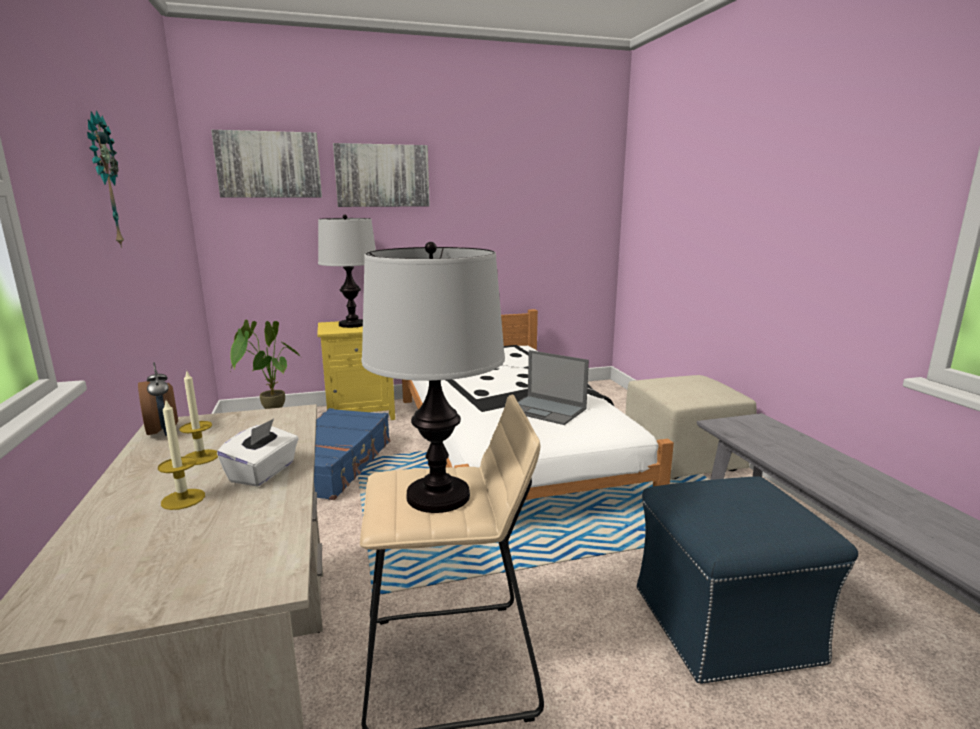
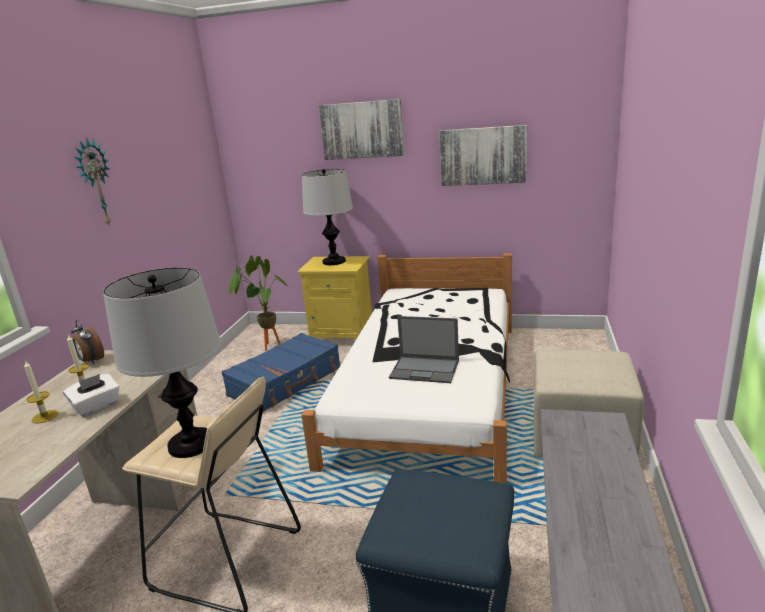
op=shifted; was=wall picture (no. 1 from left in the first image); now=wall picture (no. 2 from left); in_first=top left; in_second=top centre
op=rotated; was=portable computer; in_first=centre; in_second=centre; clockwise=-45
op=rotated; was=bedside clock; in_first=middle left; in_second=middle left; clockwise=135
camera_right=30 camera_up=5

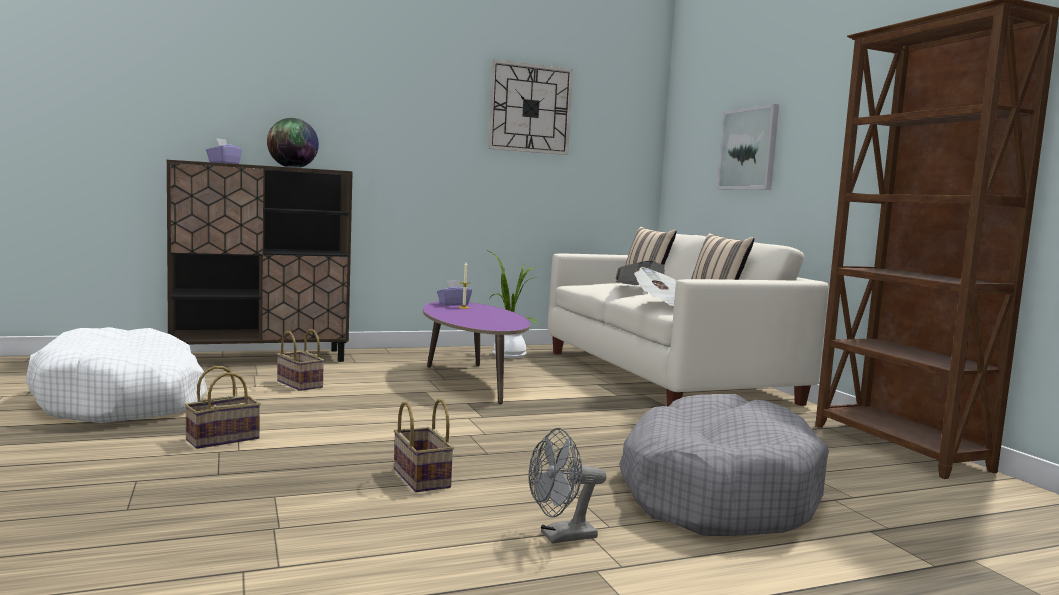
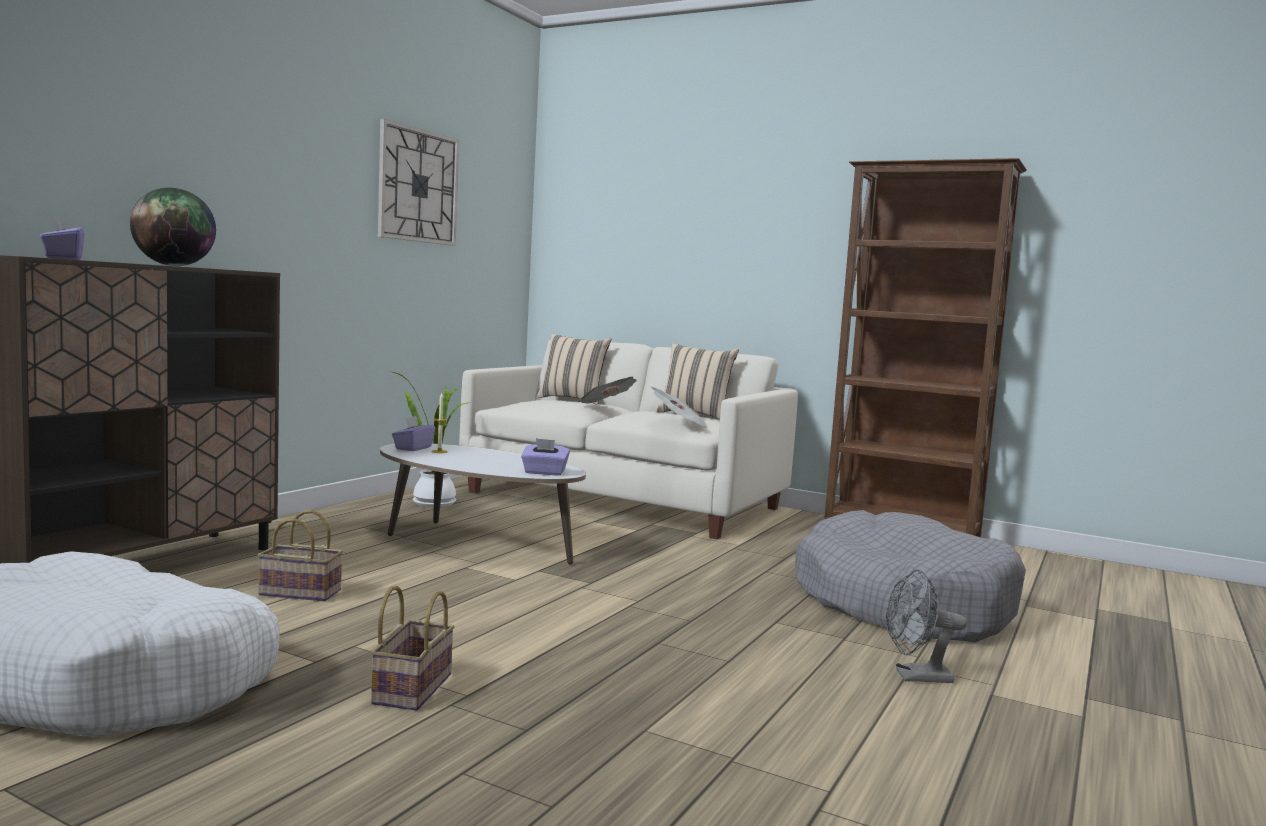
op=gone; was=wall picture; in_first=top right
op=repainted; was=lounge table (purple); now=lounge table (white); in_first=centre; in_second=centre
op=gone; was=household basket (no. 3 from left); in_first=bottom centre
op=rotated; was=fan (gray); in_first=bottom centre; in_second=bottom right; clockwise=60
op=new; now=tissue box (purple) (no. 3 from left); in_second=centre
camera_right=-40 camera_up=0

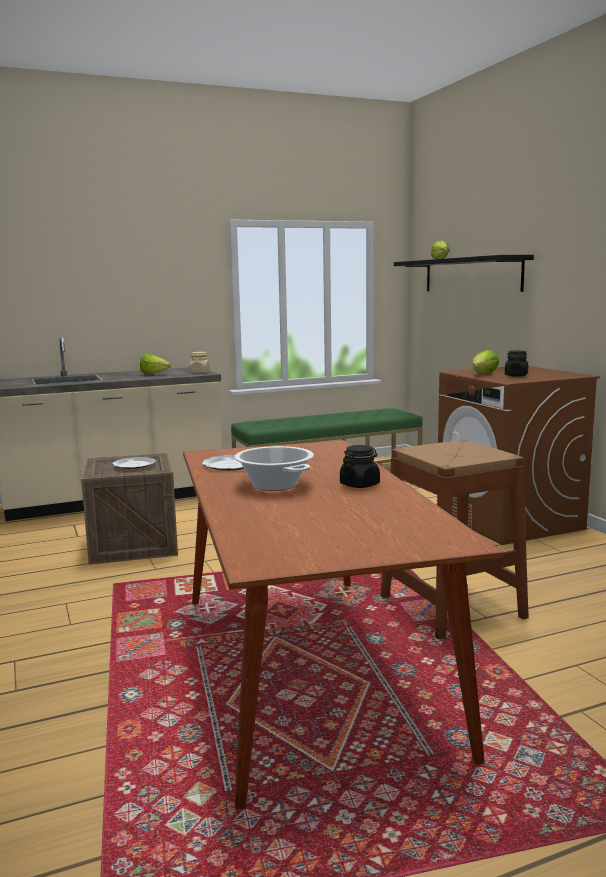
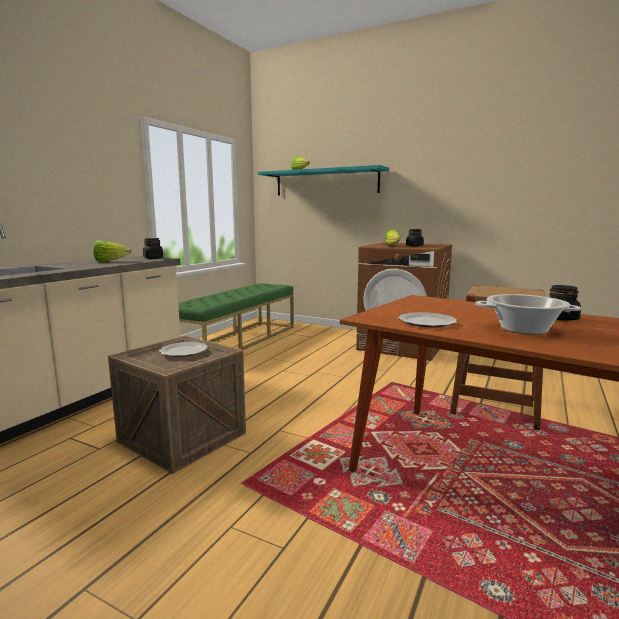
op=repainted; was=bracket shelf (black); now=bracket shelf (blue-green); in_first=top right; in_second=top centre
op=repainted; was=storage jar (sand-coloured); now=storage jar (black) (no. 1 from left); in_first=middle left; in_second=middle left
camera_right=-40 camera_up=0

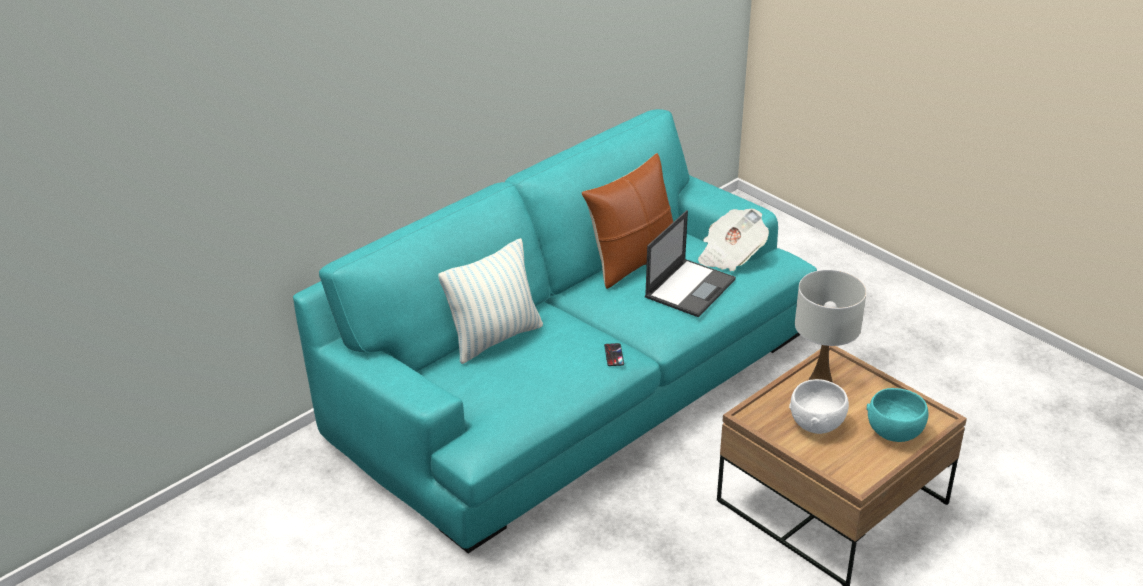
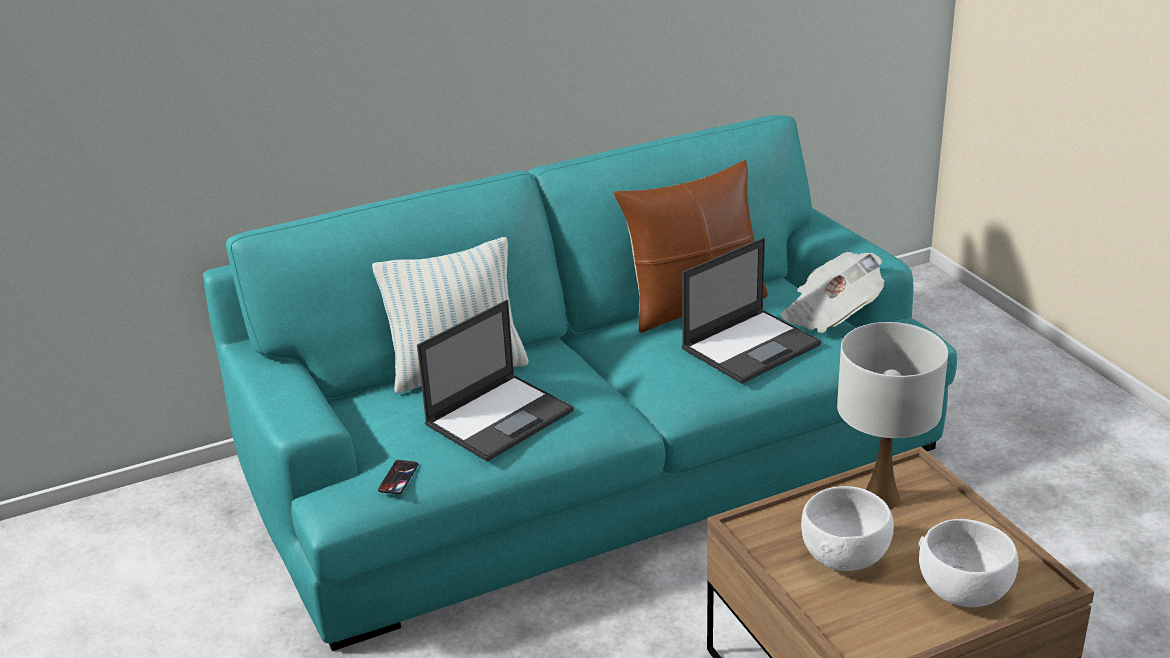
op=shifted; was=telephone; in_first=centre; in_second=bottom centre
op=repainted; was=serving bowl (blue-green); now=serving bowl (white) (no. 2 from left); in_first=bottom right; in_second=bottom right
op=new; now=portable computer (no. 1 from left); in_second=centre
camera_right=20 camera_up=-5

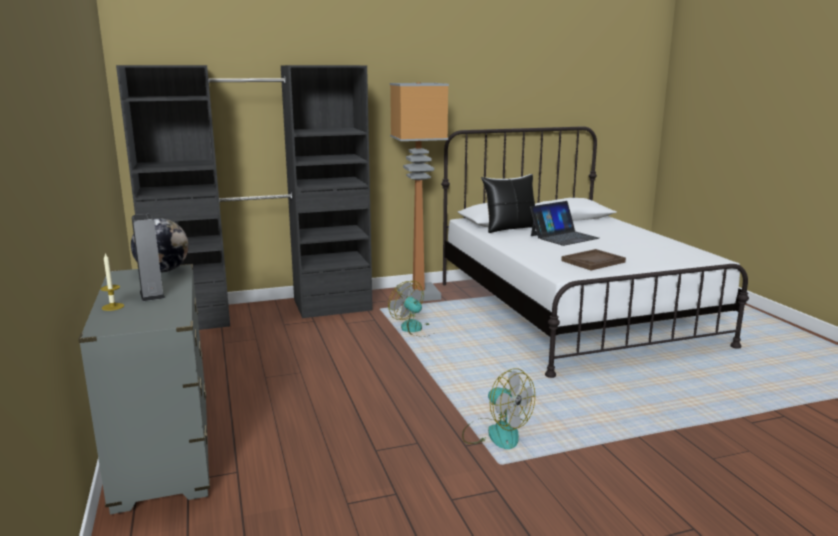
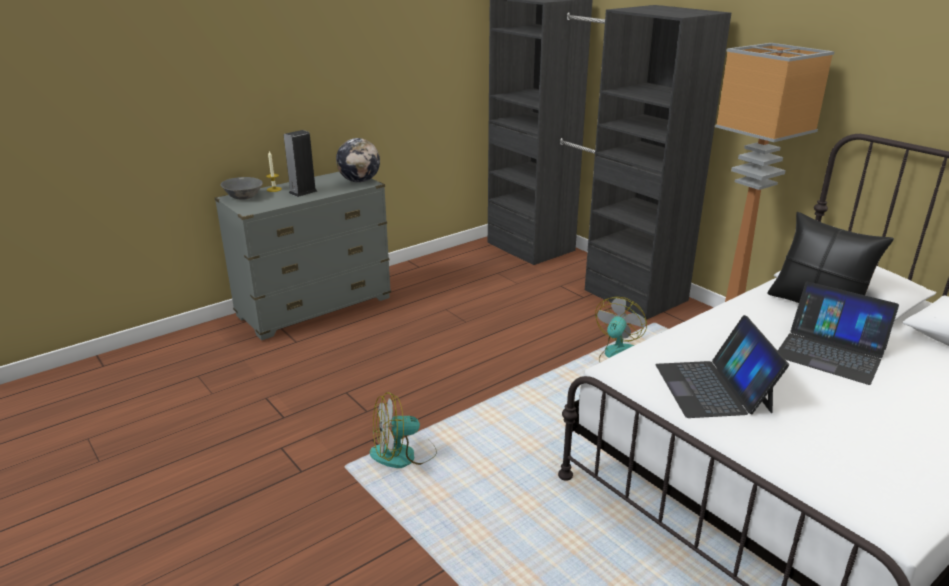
op=swapped; was=tray (brownish); now=portable computer (no. 1 from left); in_first=middle right; in_second=middle right
op=rotated; was=fan (no. 2 from left in the first image); in_first=bottom centre; in_second=bottom centre; clockwise=45
op=new; now=serving bowl (gray); in_second=top left
camera_right=70 camera_up=10

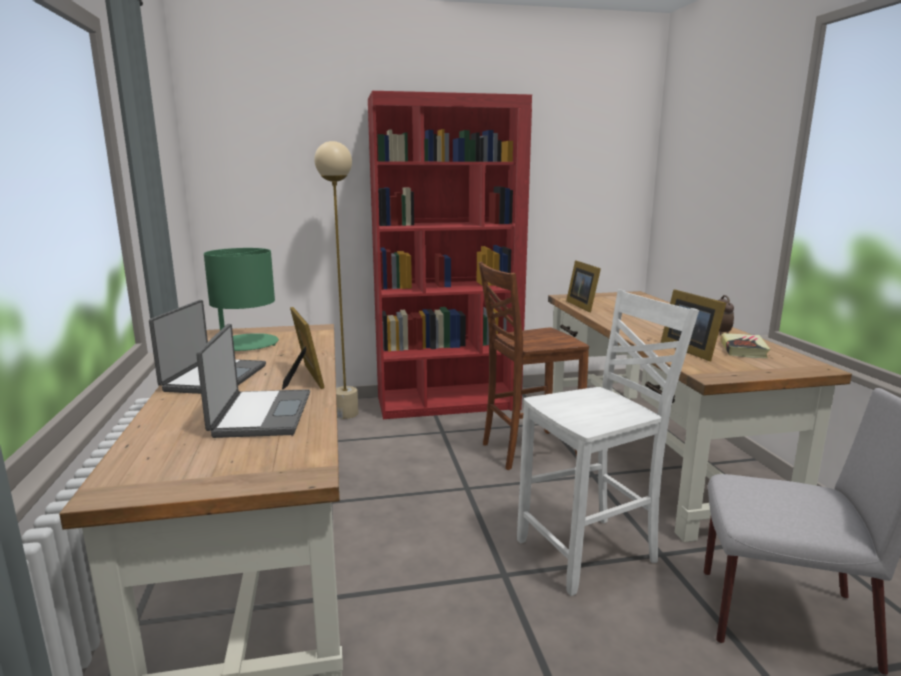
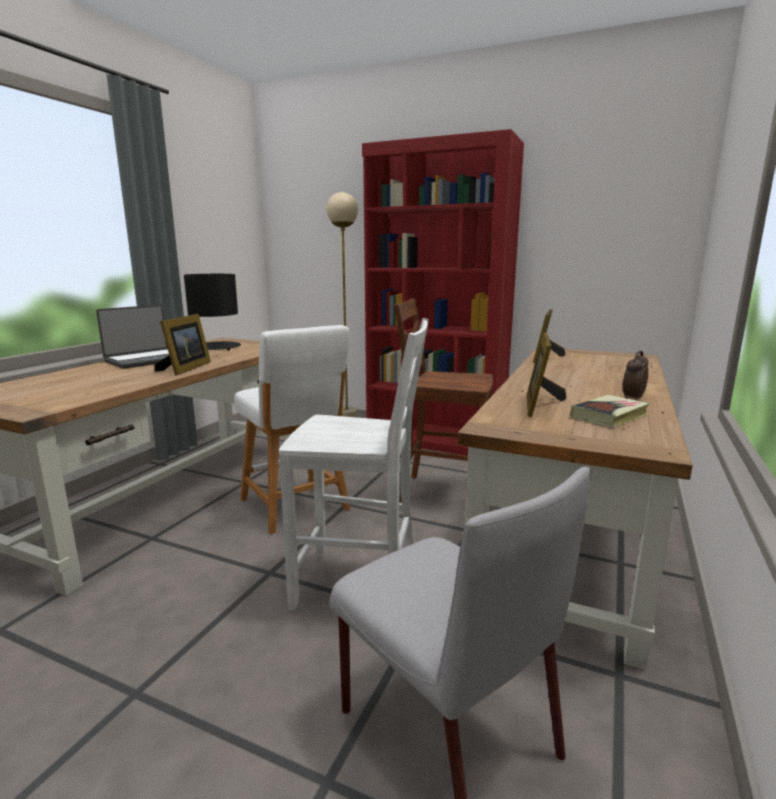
op=repainted; was=table lamp (green); now=table lamp (black); in_first=middle left; in_second=middle left
op=gone; was=portable computer (no. 2 from left); in_first=middle left
op=new; now=stool (white); in_second=centre
camera_right=35 camera_up=0

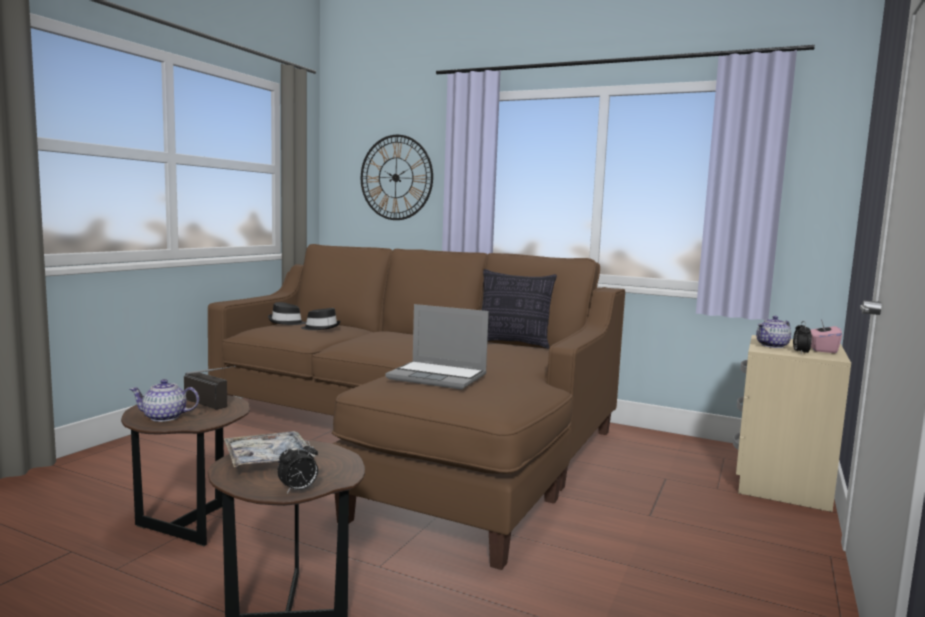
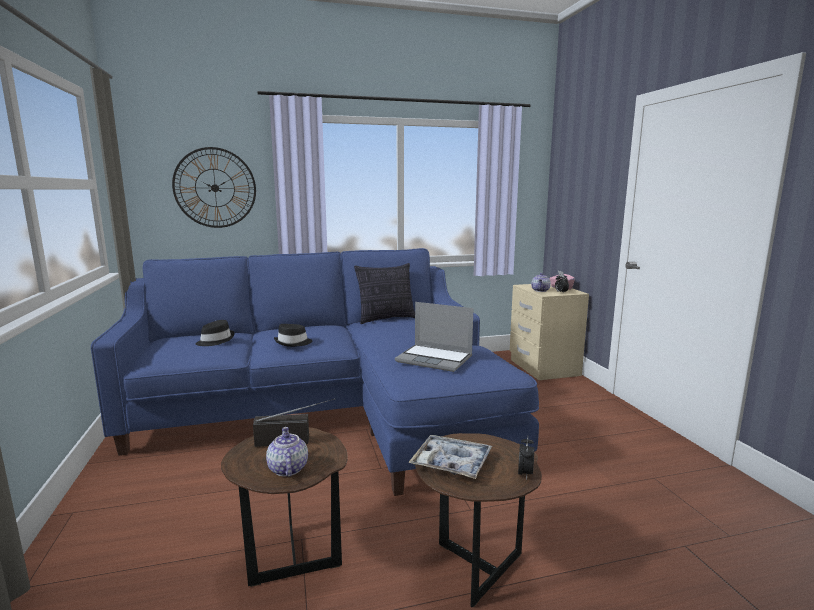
op=repainted; was=settee (brownish); now=settee (blue-coloured); in_first=centre; in_second=centre
op=shifted; was=hat (black) (no. 1 from left in the first image); now=hat (black) (no. 2 from left); in_first=middle left; in_second=centre
op=rotated; was=portable computer; in_first=centre; in_second=centre; clockwise=45
op=rotated; was=tea pot (no. 1 from left); in_first=middle left; in_second=bottom centre; clockwise=120
camera_right=-40 camera_up=5

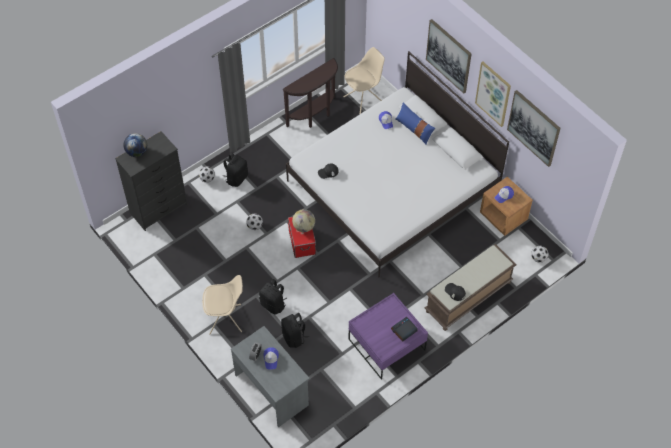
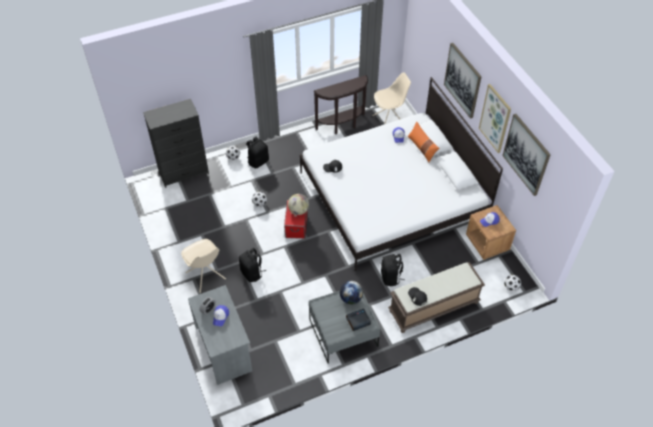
op=repainted; was=pillow (blue-coloured); now=pillow (orangey); in_first=top centre; in_second=top centre
op=shifted; was=world globe (no. 1 from left in the first image); now=world globe (no. 2 from left); in_first=top left; in_second=bottom centre
op=rotated; was=chair (sand-coloured) (no. 1 from left); in_first=bottom left; in_second=middle left; clockwise=45
op=repainted; was=lounge table (purple); now=lounge table (gray); in_first=bottom centre; in_second=bottom centre
op=shifted; was=knapsack (black) (no. 3 from left); in_first=bottom centre; in_second=centre
camera_right=15 camera_up=-5

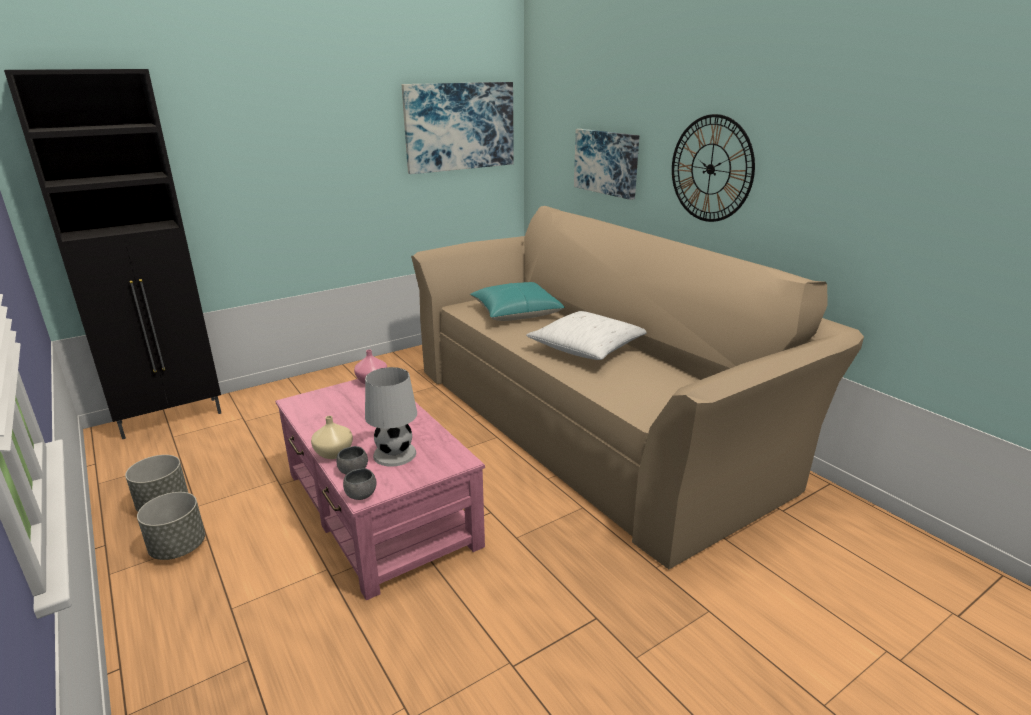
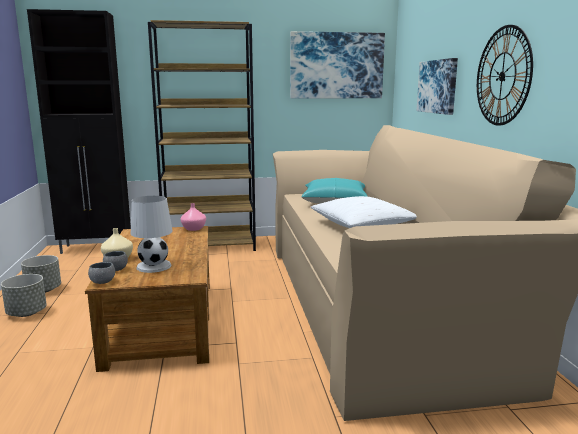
op=repainted; was=lounge table (pinkish); now=lounge table (brownish); in_first=bottom centre; in_second=bottom left
op=new; now=bookcase (brownish); in_second=top centre
camera_right=25 camera_up=-10

